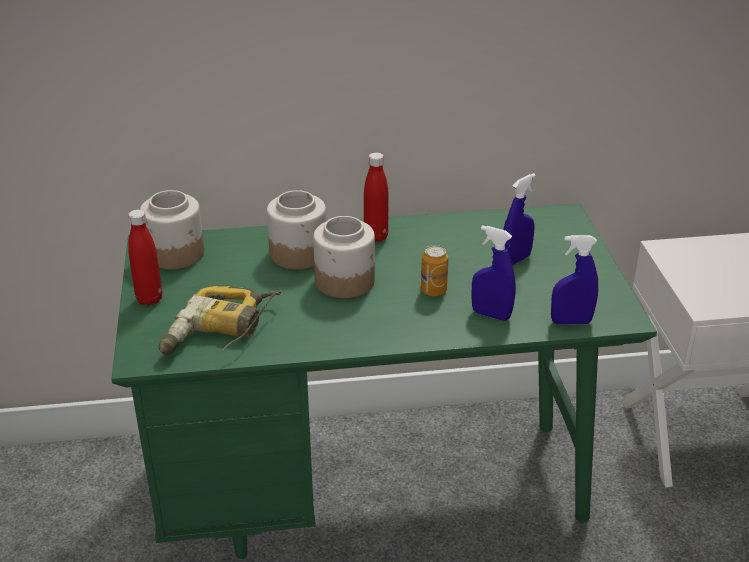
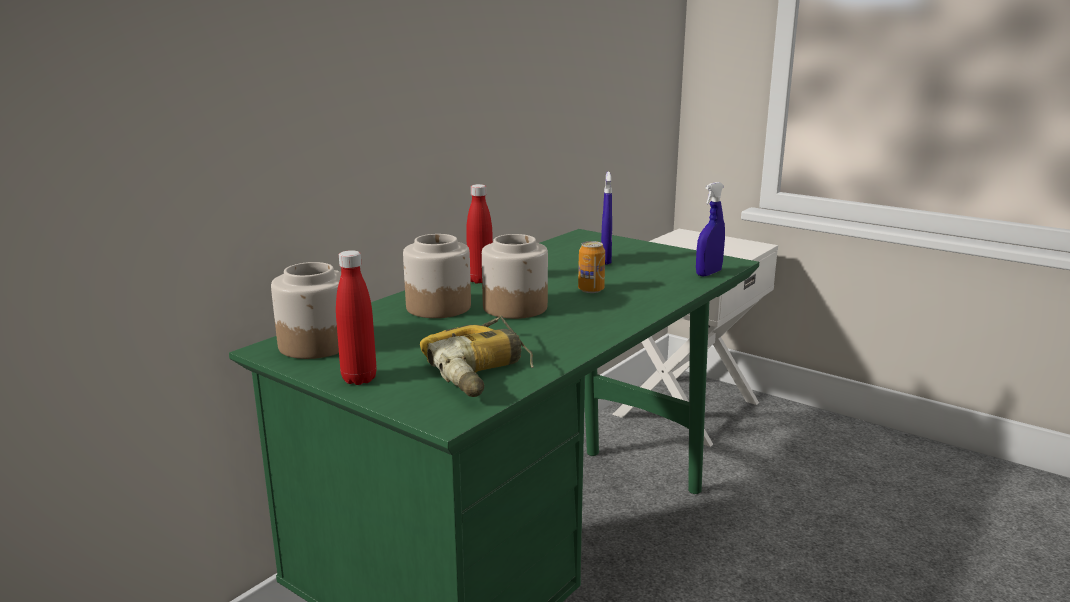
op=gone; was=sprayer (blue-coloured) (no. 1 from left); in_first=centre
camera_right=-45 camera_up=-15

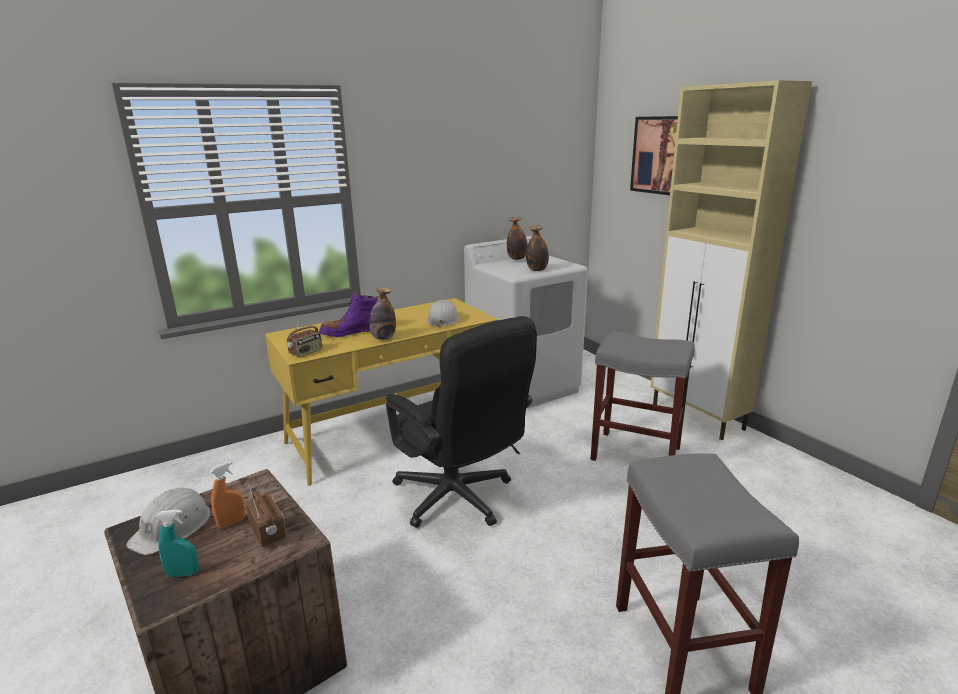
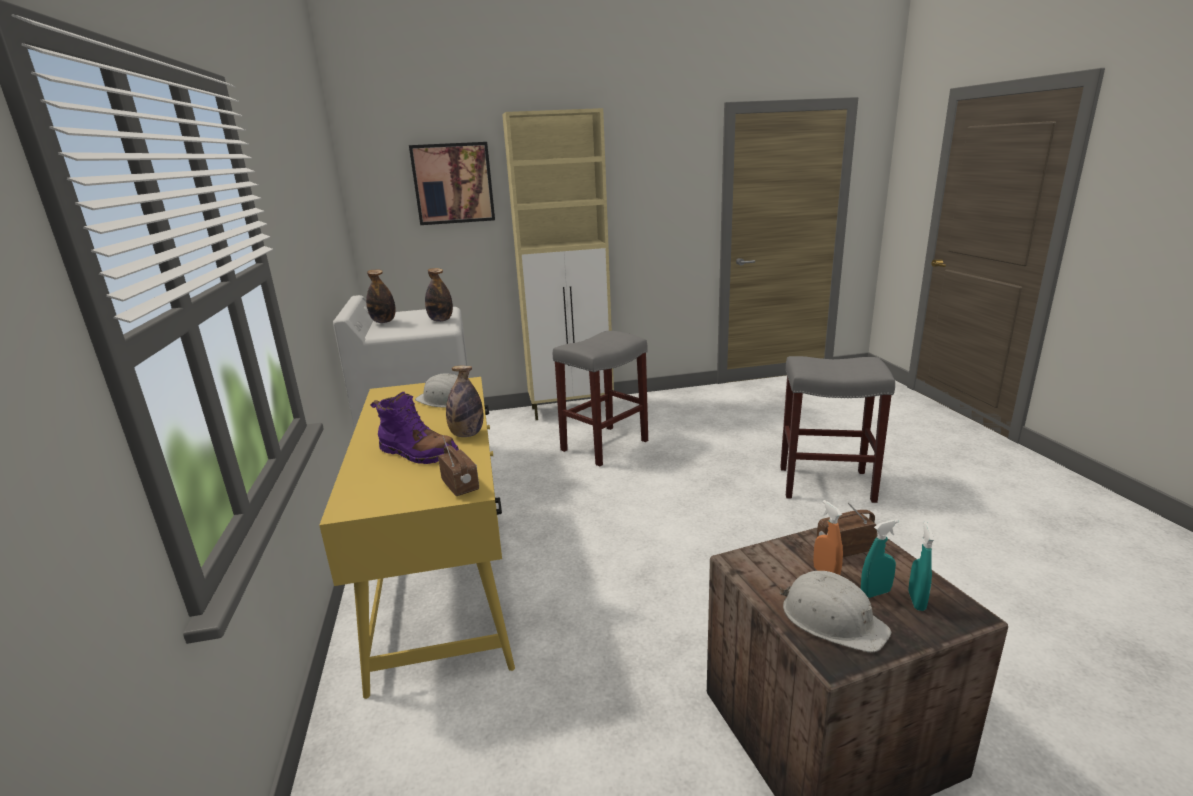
op=rotated; was=high-top boot (purple); in_first=centre; in_second=centre; clockwise=-60
op=gone; was=computer chair (black); in_first=centre
op=new; now=sprayer (blue-green) (no. 1 from left); in_second=bottom right
camera_right=-70 camera_up=0

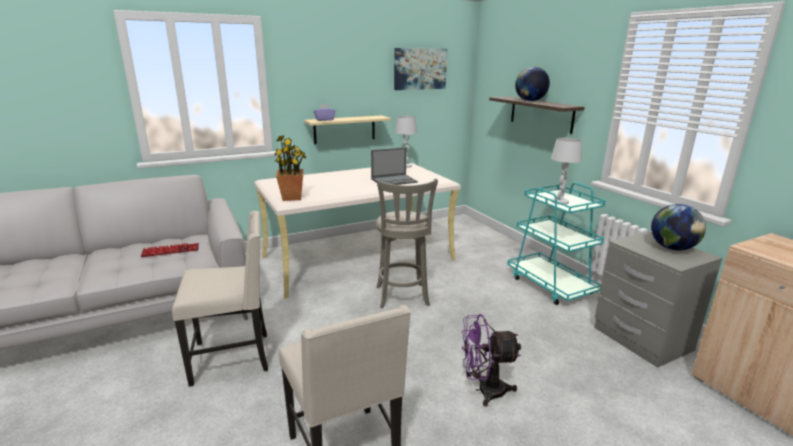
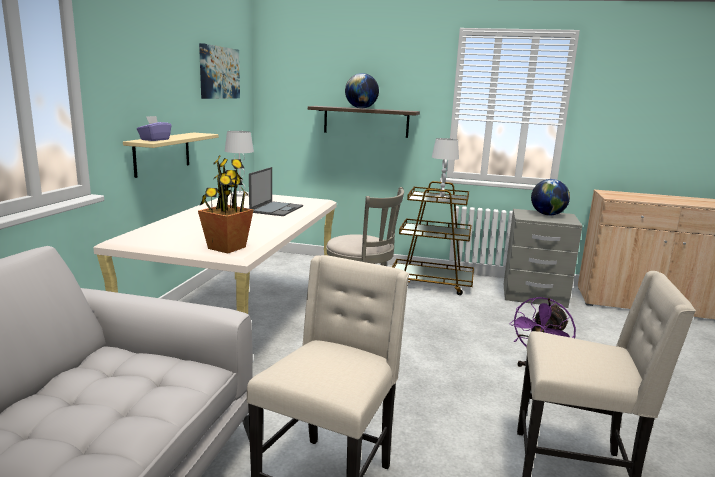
op=repainted; was=trolley (blue-green); now=trolley (brownish); in_first=middle right; in_second=centre
op=gone; was=computer keyboard; in_first=middle left
camera_right=-50 camera_up=-5

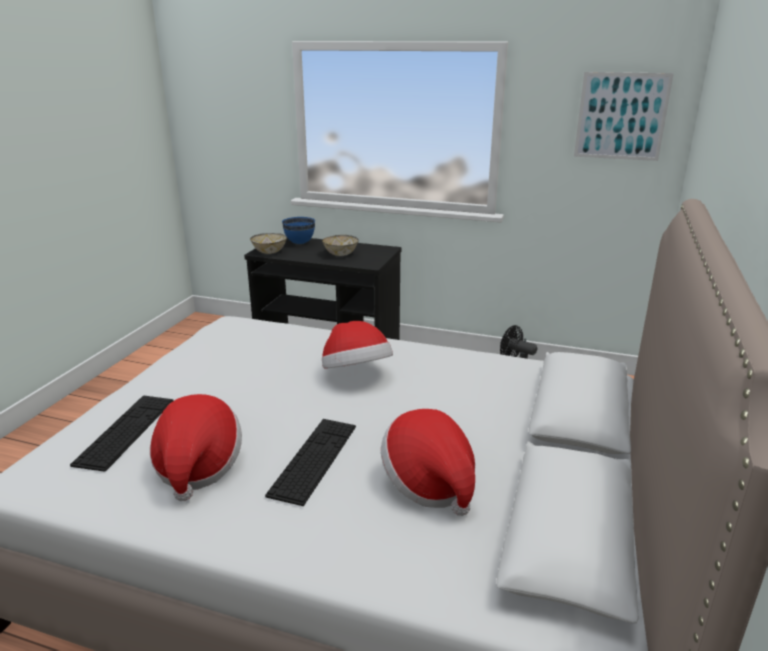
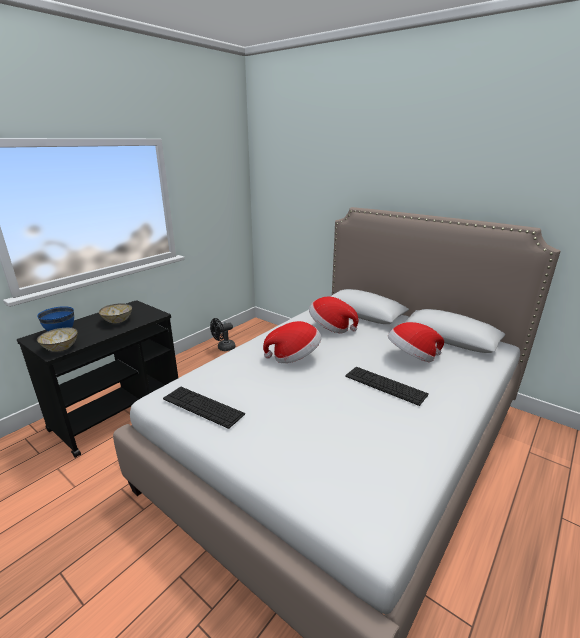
op=gone; was=wall picture; in_first=top right
op=shifted; was=hat (no. 1 from left in the first image); now=hat (no. 2 from left); in_first=bottom left; in_second=centre
op=shifted; was=computer keyboard (no. 1 from left); in_first=bottom left; in_second=centre
camera_right=-70 camera_up=0

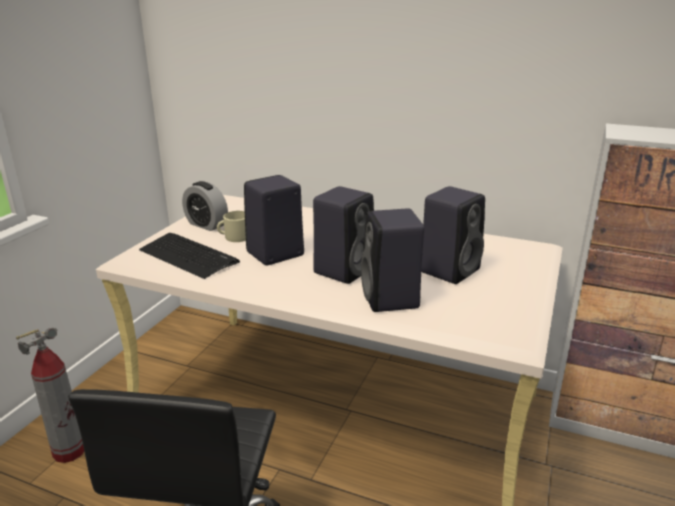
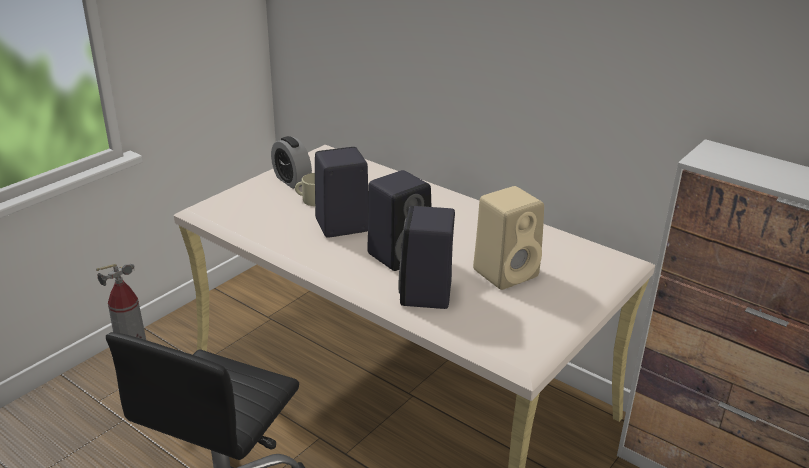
op=repainted; was=speaker (black) (no. 4 from left); now=speaker (sand-coloured); in_first=middle right; in_second=centre
op=gone; was=computer keyboard; in_first=middle left
camera_right=15 camera_up=5

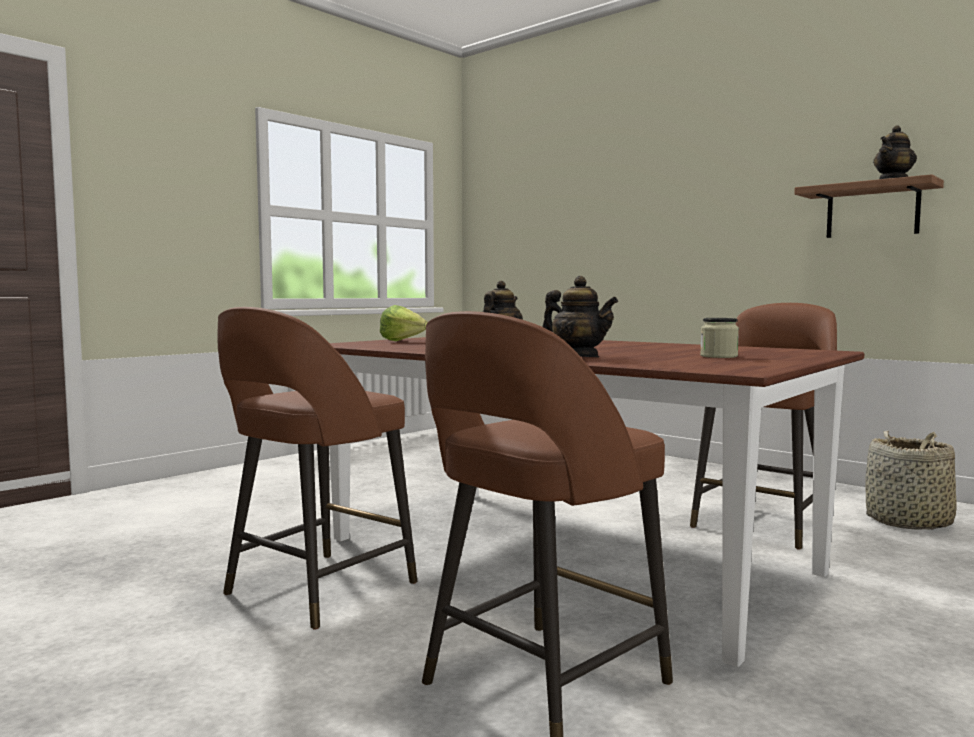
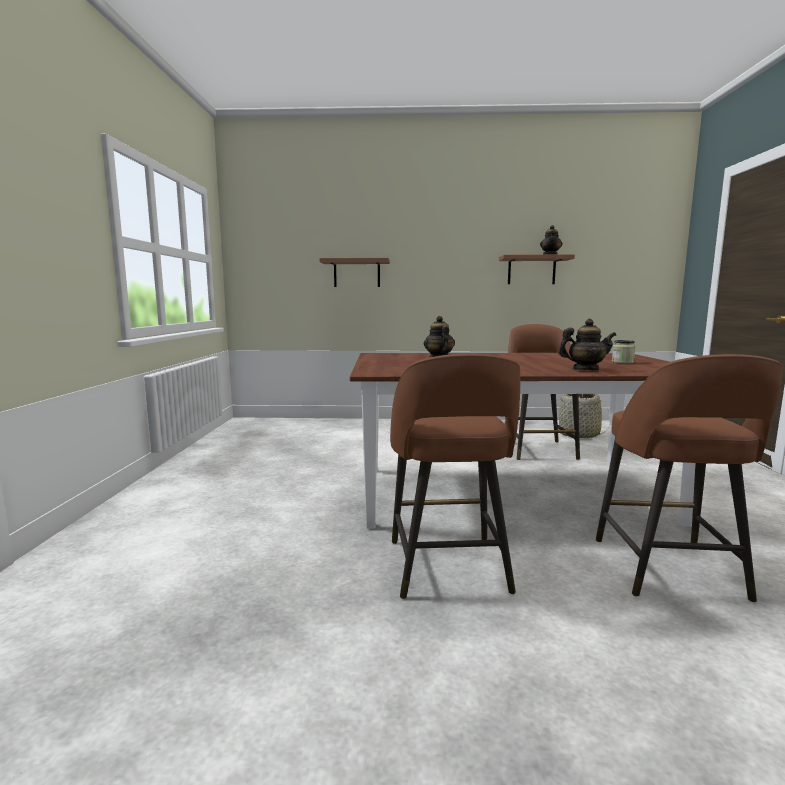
op=gone; was=lettuce head; in_first=centre
op=new; now=bracket shelf (no. 1 from left); in_second=centre
camera_right=-40 camera_up=5

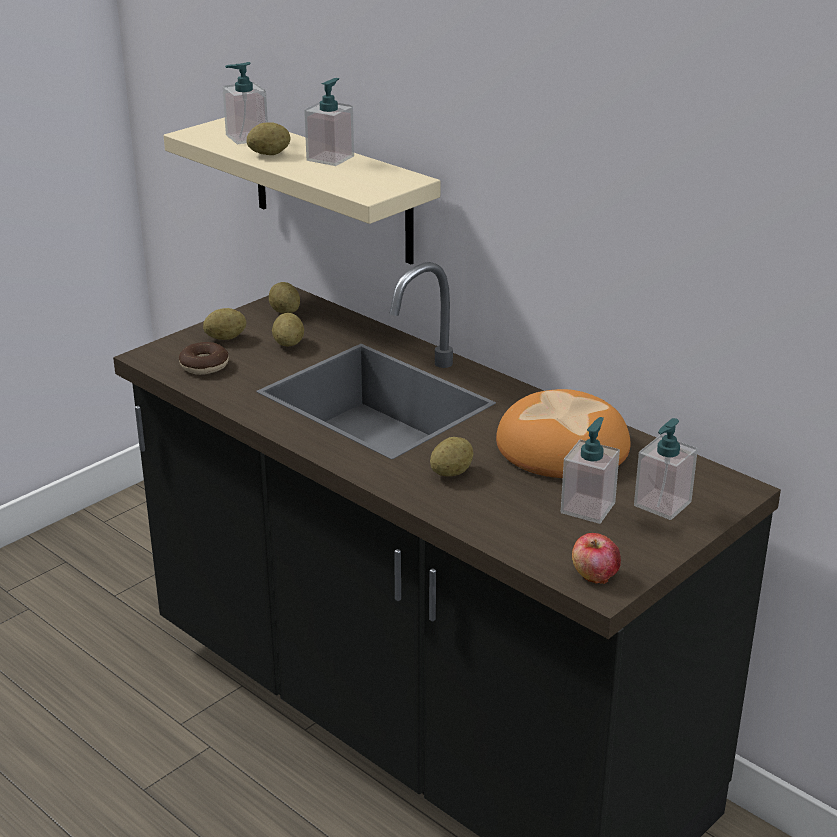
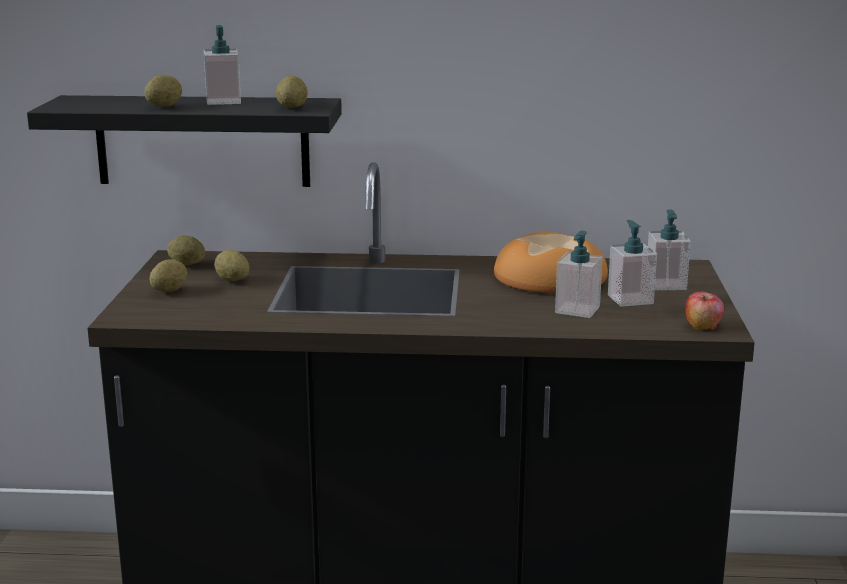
op=shifted; was=soap dispenser (no. 1 from left in the first image); now=soap dispenser (no. 2 from left); in_first=top left; in_second=middle right
op=repainted; was=bracket shelf (sand-coloured); now=bracket shelf (black); in_first=top centre; in_second=top left
op=gone; was=ring doughnut; in_first=middle left
op=shifted; was=spud (no. 5 from left); in_first=centre; in_second=top centre
camera_right=-40 camera_up=-10

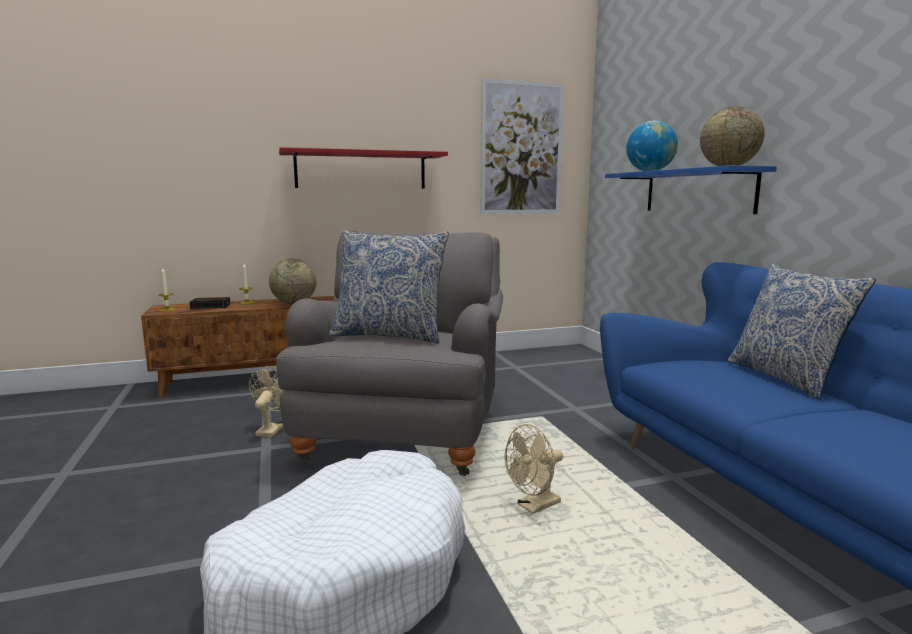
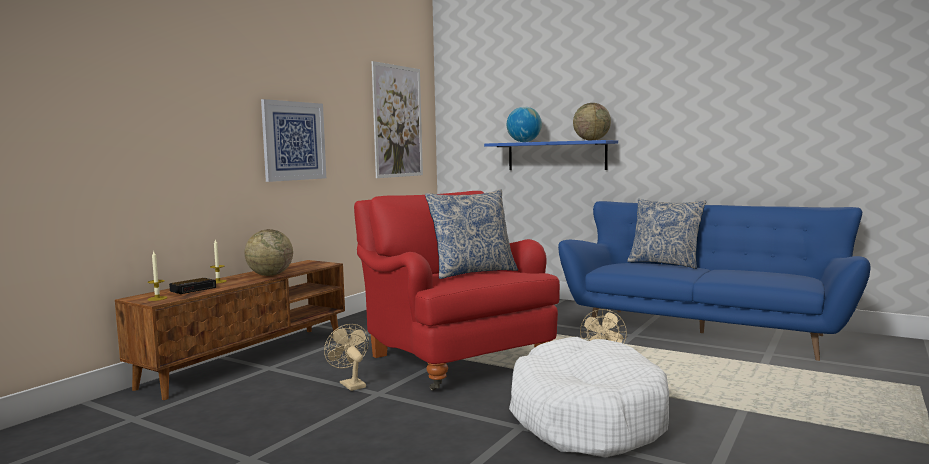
op=swapped; was=bracket shelf (red); now=wall picture (no. 1 from left); in_first=top centre; in_second=top left
op=repainted; was=easy chair (gray); now=easy chair (red); in_first=centre; in_second=centre
camera_right=-40 camera_up=-5

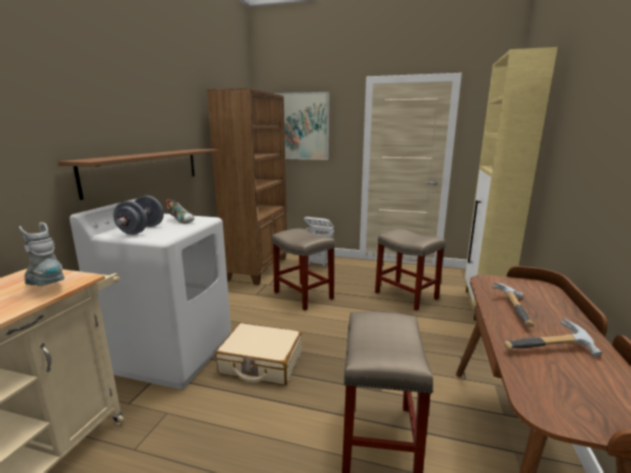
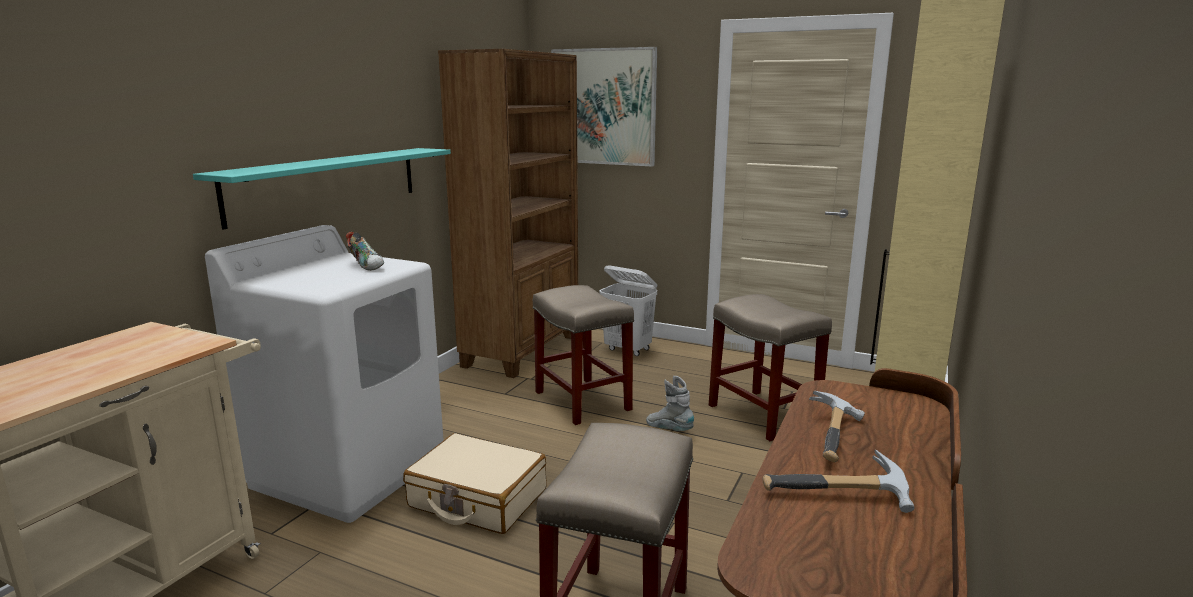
op=repainted; was=bracket shelf (brownish); now=bracket shelf (blue-green); in_first=middle left; in_second=top left
op=gone; was=hand weight (gray); in_first=middle left
op=shifted; was=high-top boot (gray); in_first=middle left; in_second=bottom centre
camera_right=10 camera_up=0

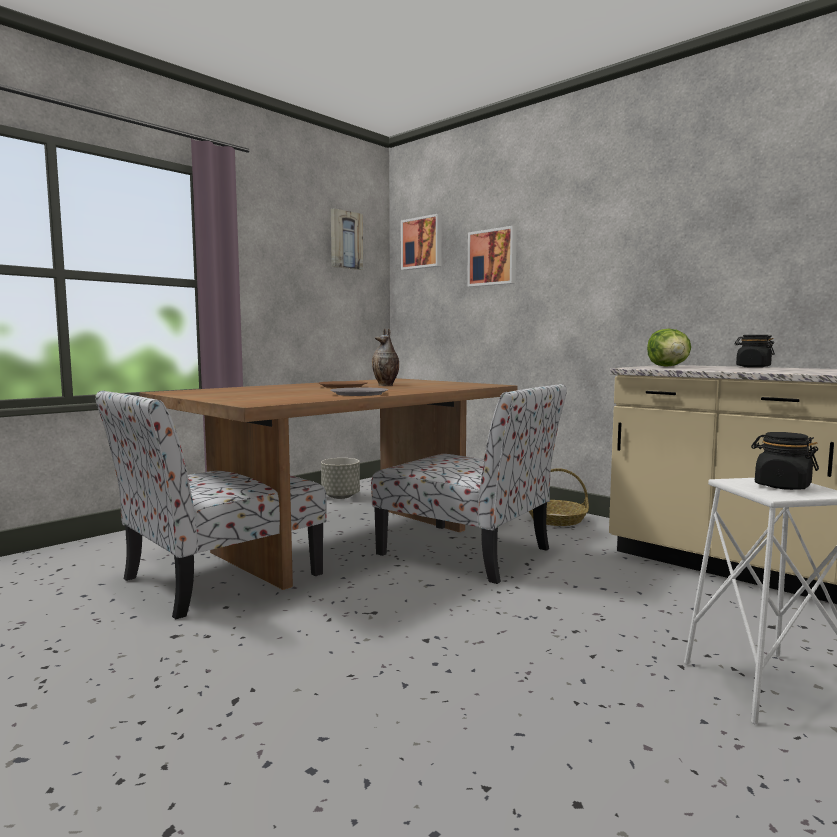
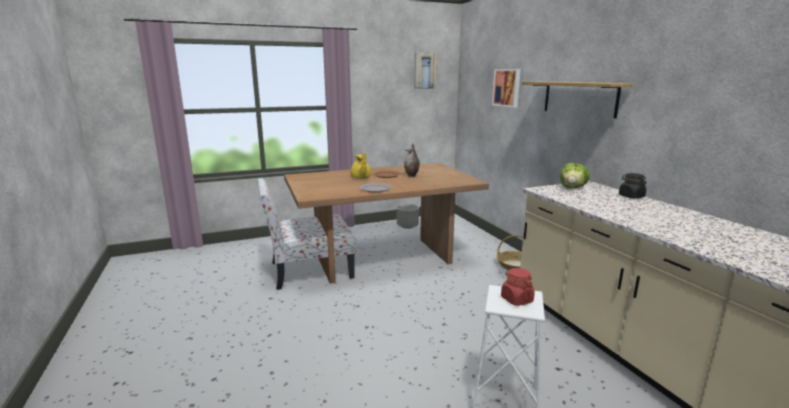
op=gone; was=wall picture (no. 2 from left); in_first=top centre
op=gone; was=chair (no. 2 from left); in_first=centre
op=repainted; was=storage jar (black) (no. 2 from left); now=storage jar (red); in_first=middle right; in_second=bottom centre
op=new; now=bracket shelf; in_second=top right
op=new; now=tea pot (yellow-coloured); in_second=centre
camera_right=25 camera_up=10

